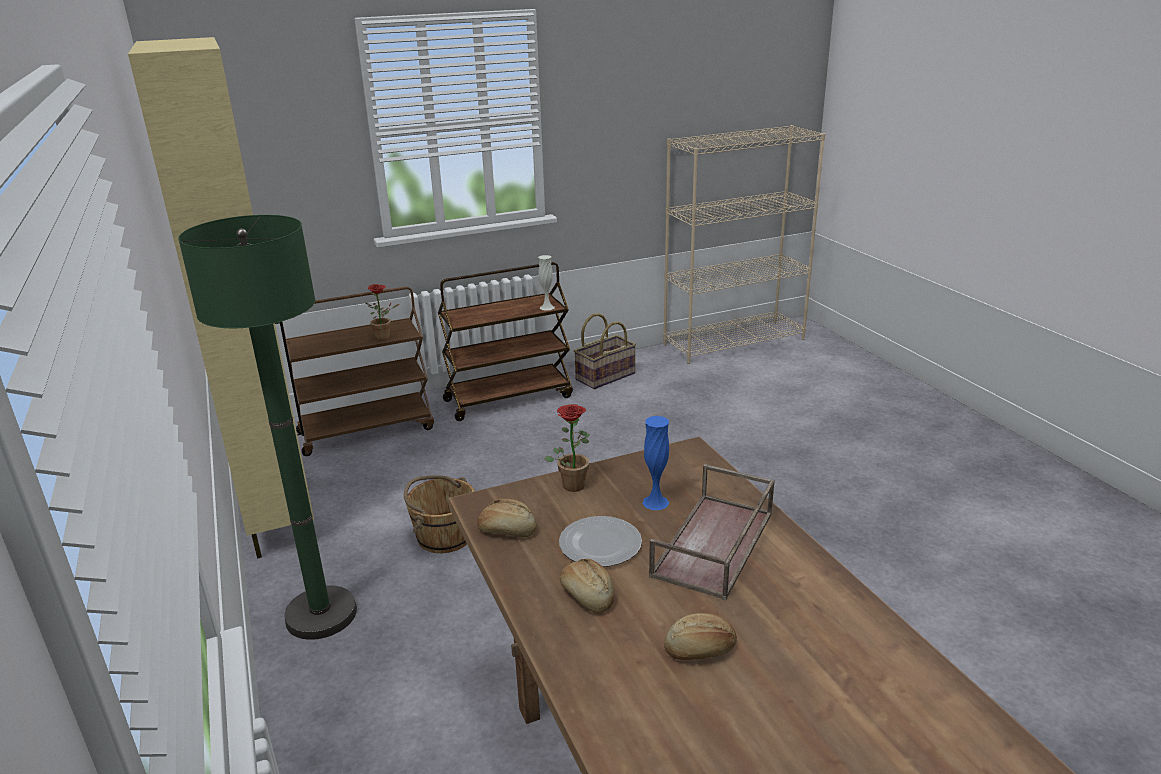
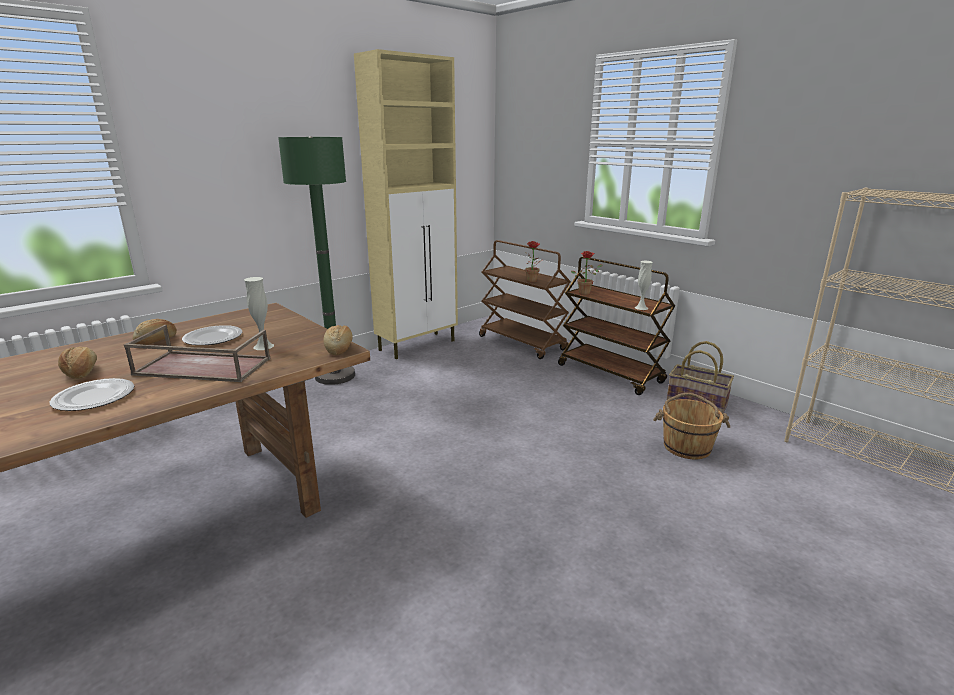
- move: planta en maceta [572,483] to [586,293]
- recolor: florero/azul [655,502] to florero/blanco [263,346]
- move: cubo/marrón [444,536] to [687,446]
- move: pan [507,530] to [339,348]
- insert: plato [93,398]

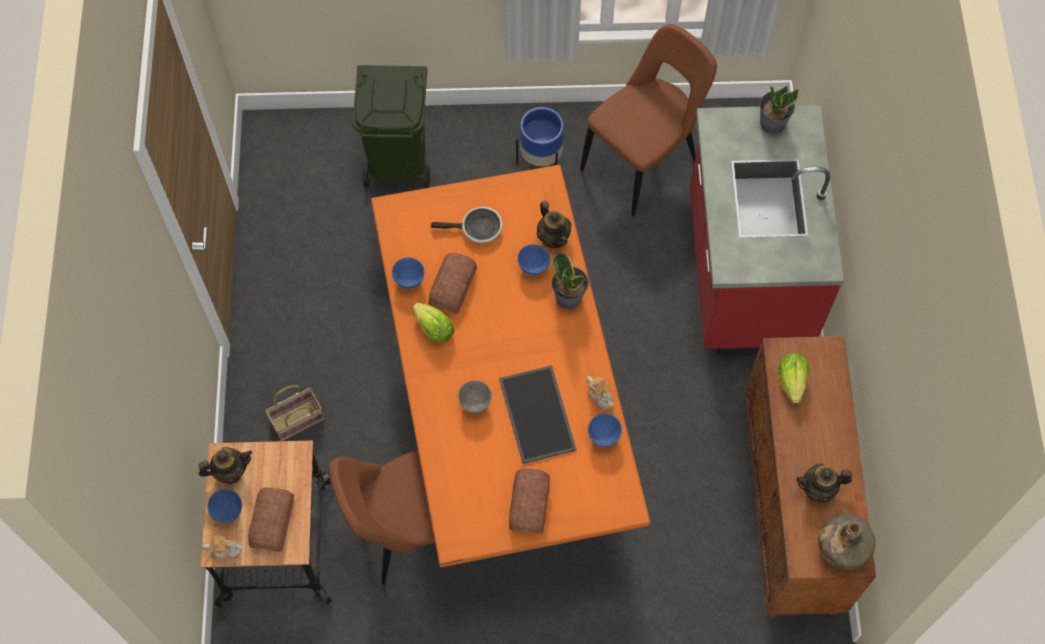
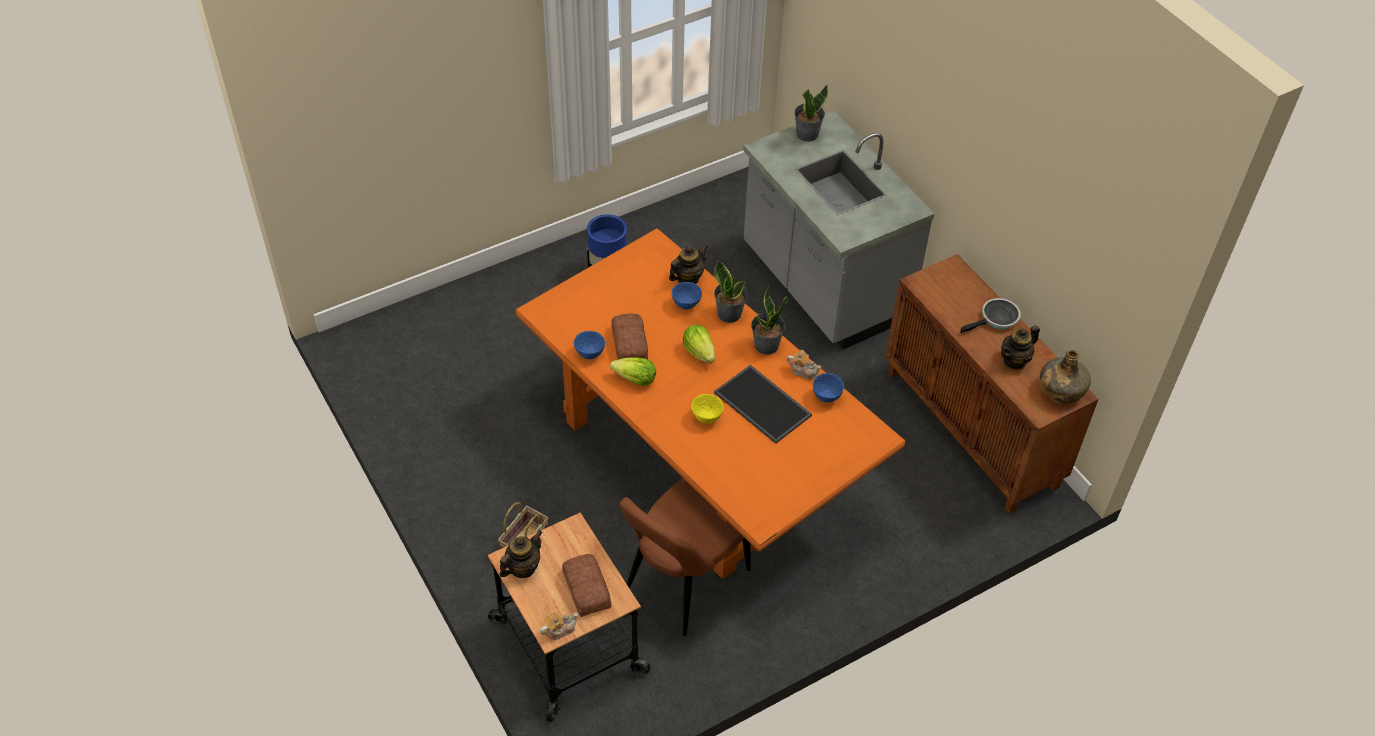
- delete: silla/marrón [643,162]
- delete: papelera/verde [400,161]
- recolor: mueble bajo de cocina/rojo [744,273] to mueble bajo de cocina/gris [823,285]
- rotate: tetera [553,237] = [687,278] 75 degrees counterclockwise
- move: sartén [478,229] to [996,319]
- move: lechuga [792,381] to [699,352]
- recolor: cuenco/gris [474,404] to cuenco/amarillo [706,418]
- delete: pan [530,503]
- delete: cuenco/azul [228,511]
- insert: planta en maceta [766,345]

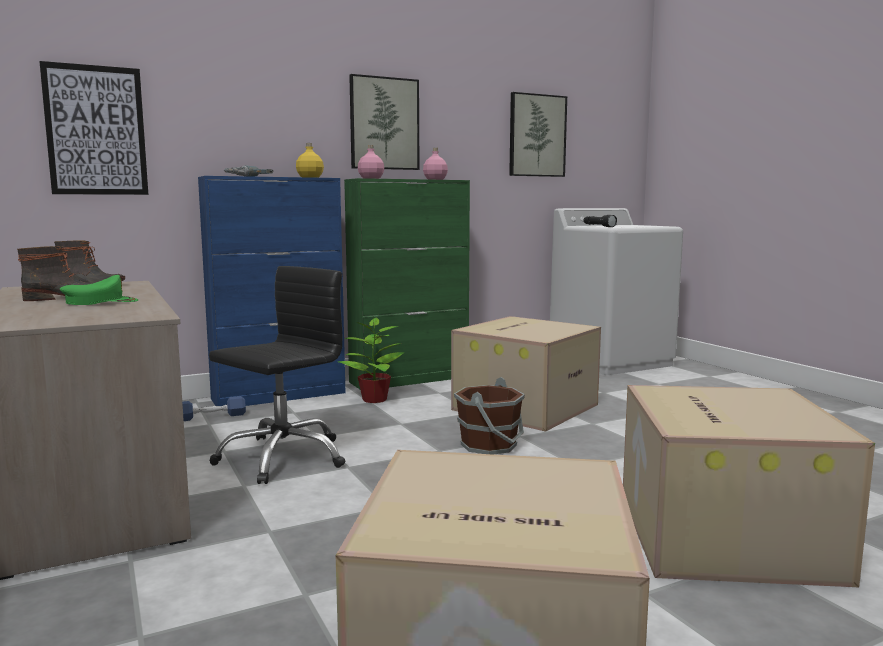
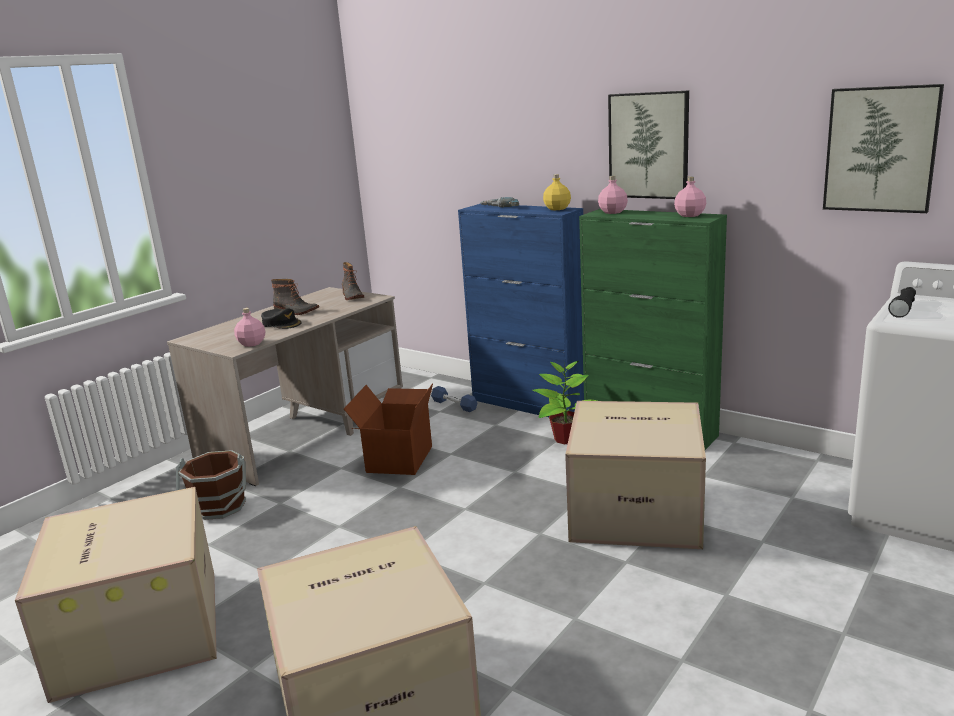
- delete: cuadro [96,131]
- replace: silla de oficina/negro [282,457] to caja de cartón [398,459]
- recolor: gorra/verde [100,302] to gorra/negro [281,323]
- move: cubo/marrón [490,445] to [220,507]
- insert: botella/rosa [251,343]

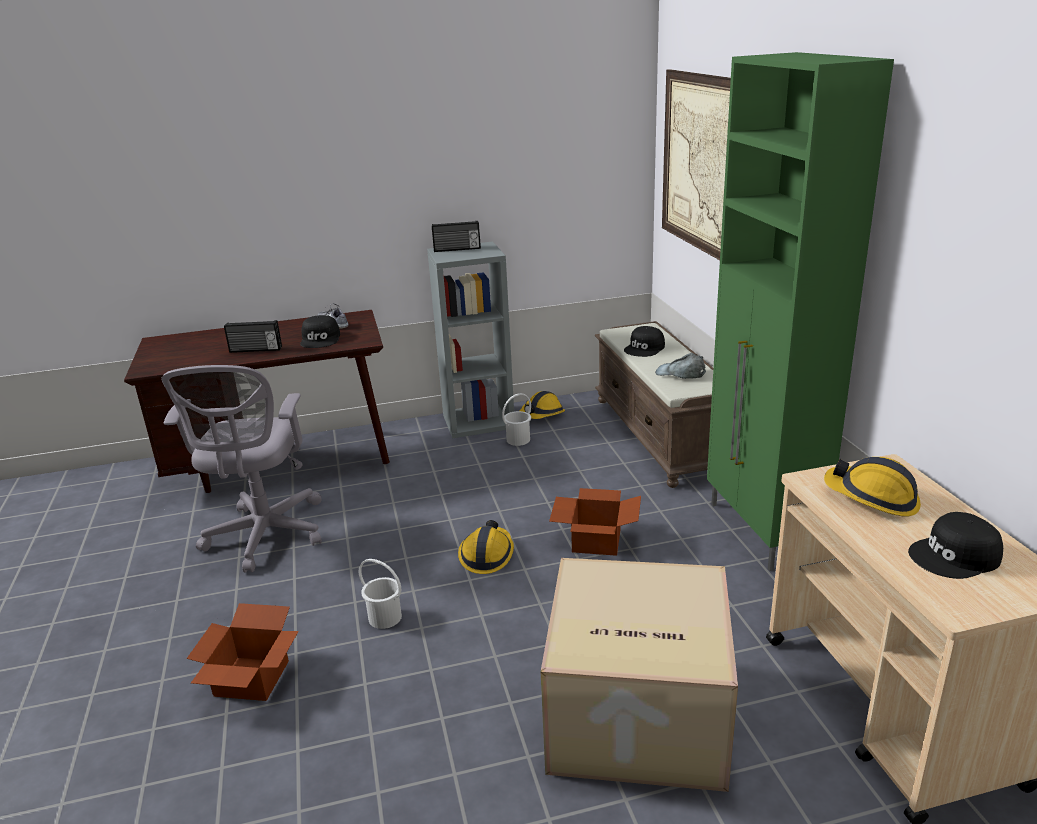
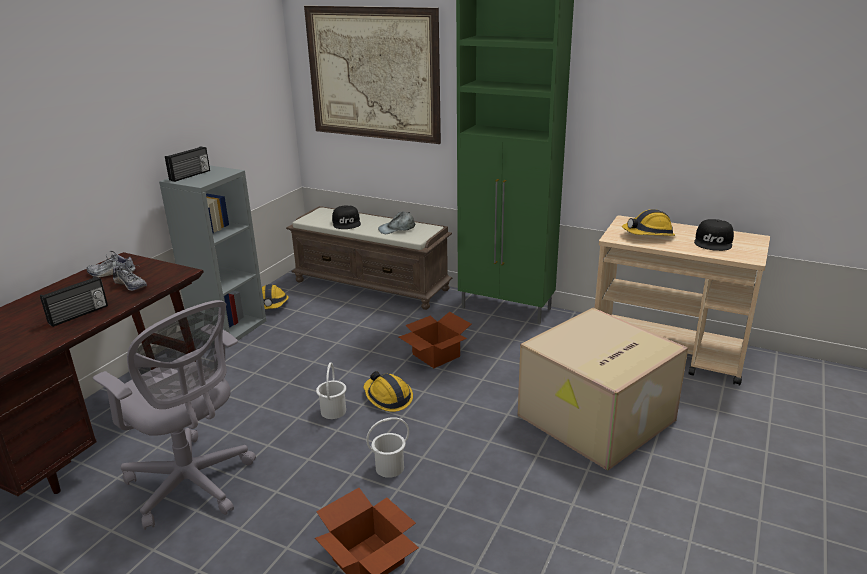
- replace: gorra/negro [321,339] to zapato [130,285]
- move: cubo/blanco [518,440] to [334,411]

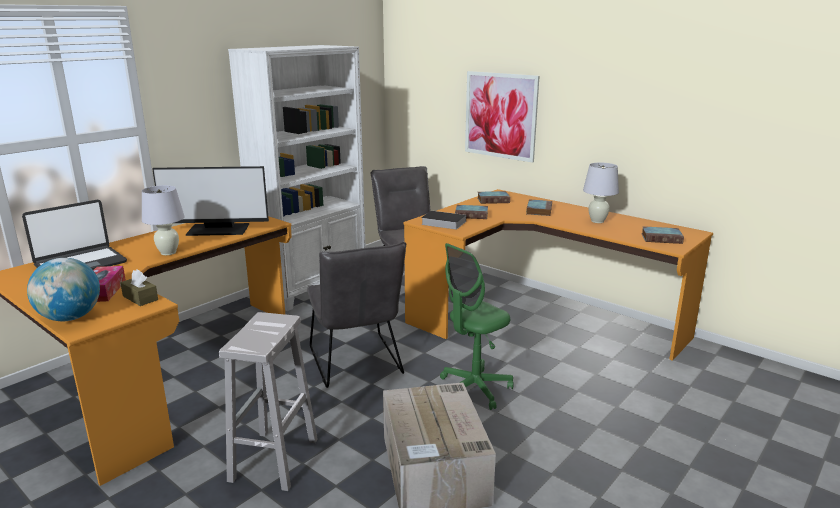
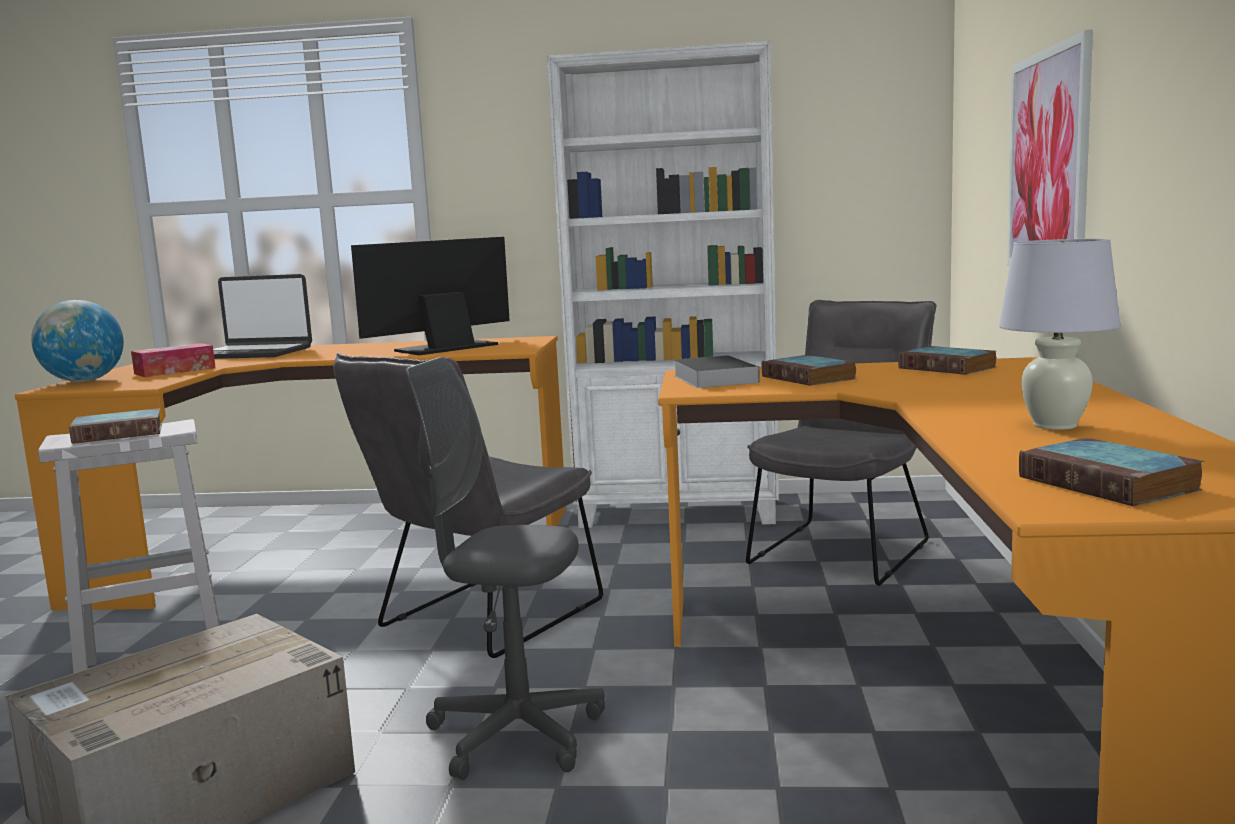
- rotate: monitor [218,230] = [445,348] 90 degrees clockwise
- delete: lámpara de mesa/blanco [168,253]
- move: libro [538,210] to [121,433]
- recolor: silla de oficina/verde [474,389] to silla de oficina/gris [515,735]
- delete: caja de pañuelos/marrón [140,298]

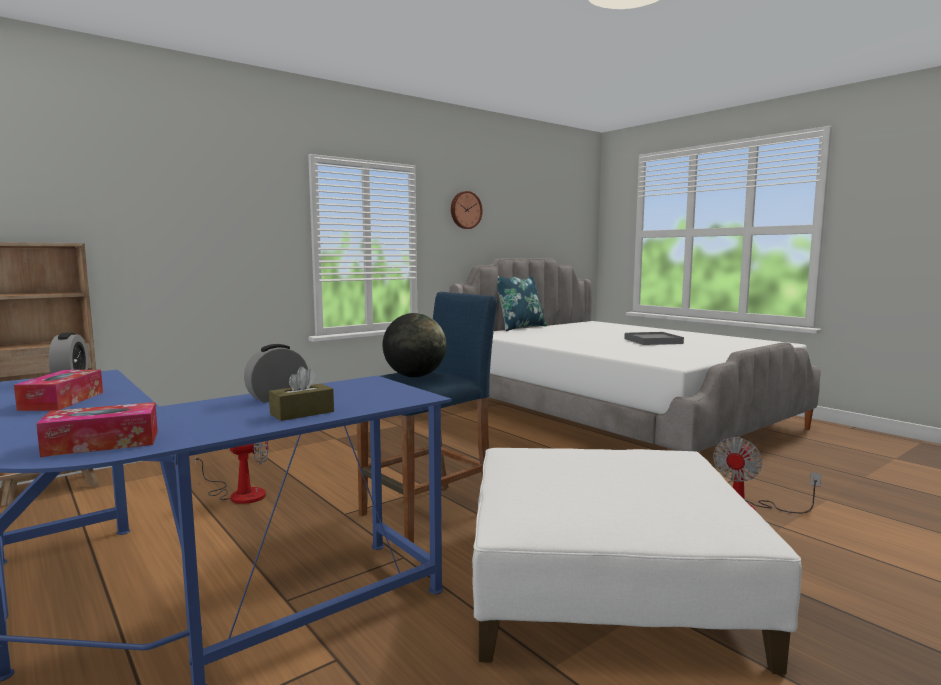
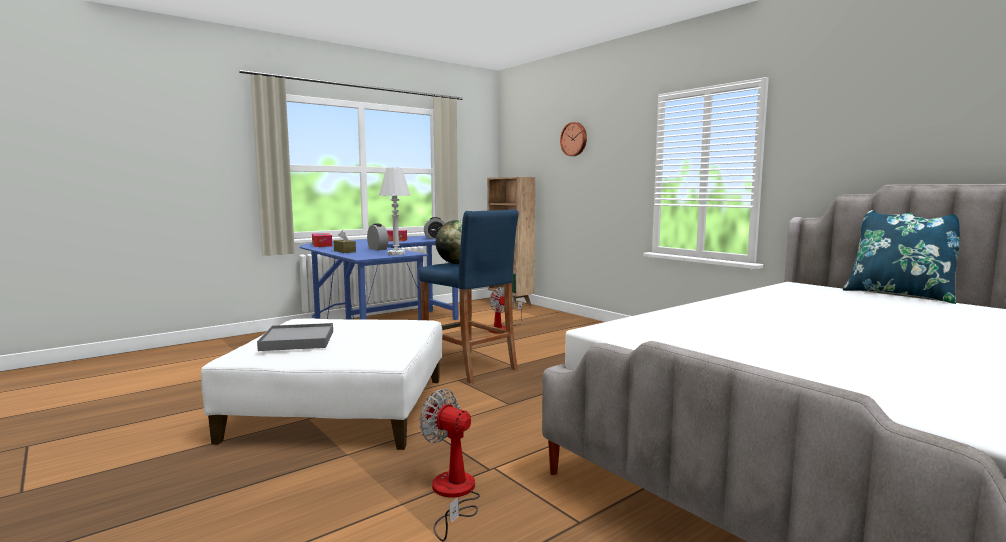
- move: reloj de pared [465,210] to [574,139]
- move: bandeja/gris [653,341] to [297,340]
- insert: lámpara de mesa/blanco [396,254]

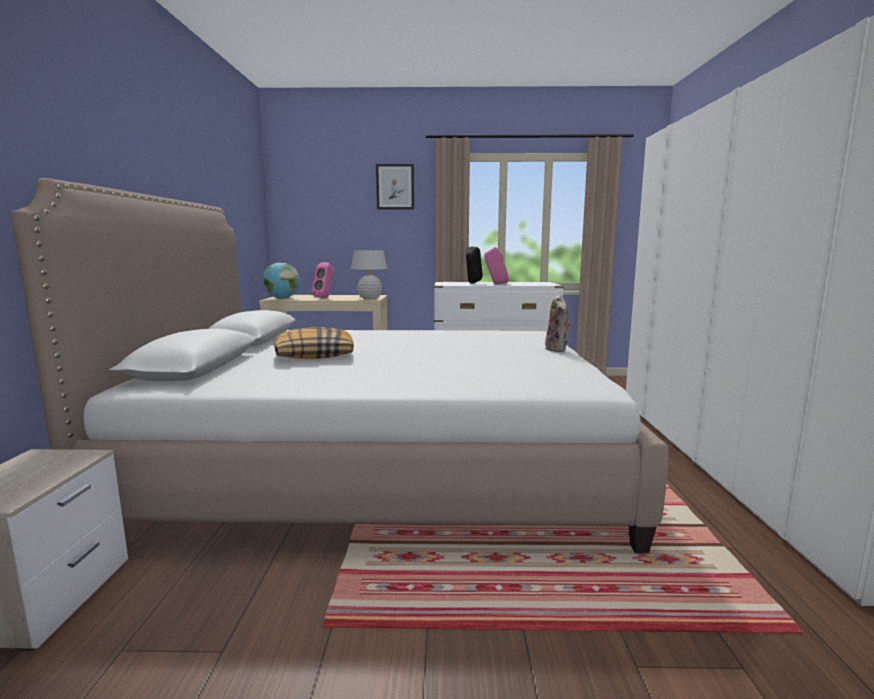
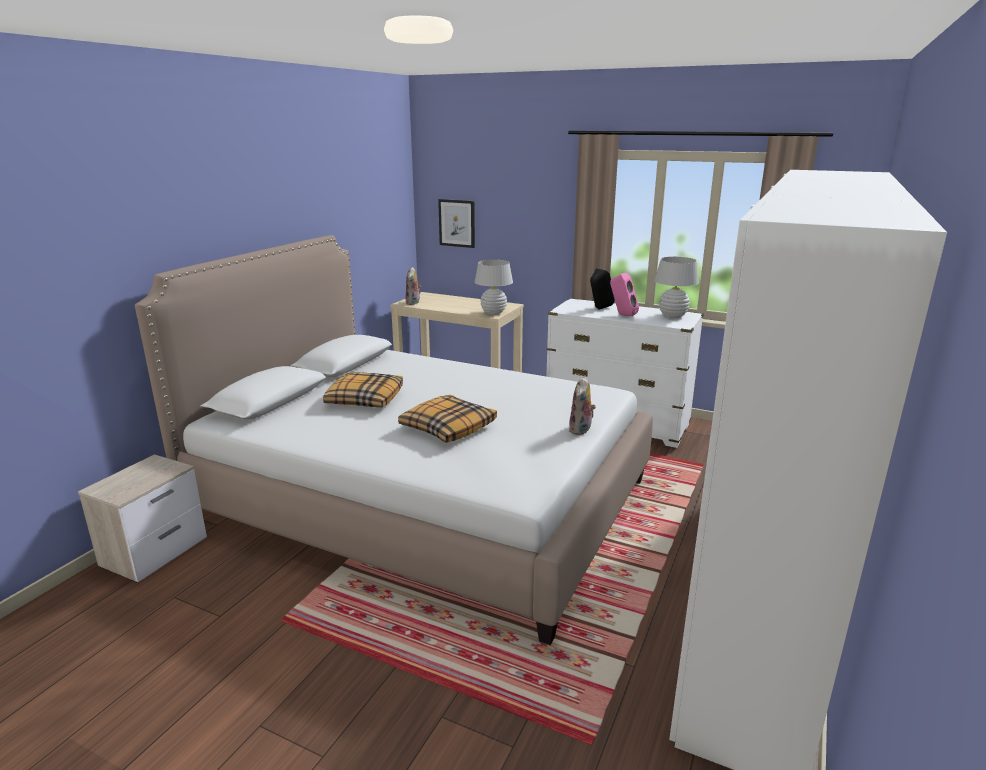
- move: cuadro [395,187] to [457,223]
- delete: altavoz/rosa [325,298]
- replace: globo terráqueo [282,298] to peluche [413,303]
- insert: lámpara de mesa/blanco [672,316]
- insert: cojín [448,428]

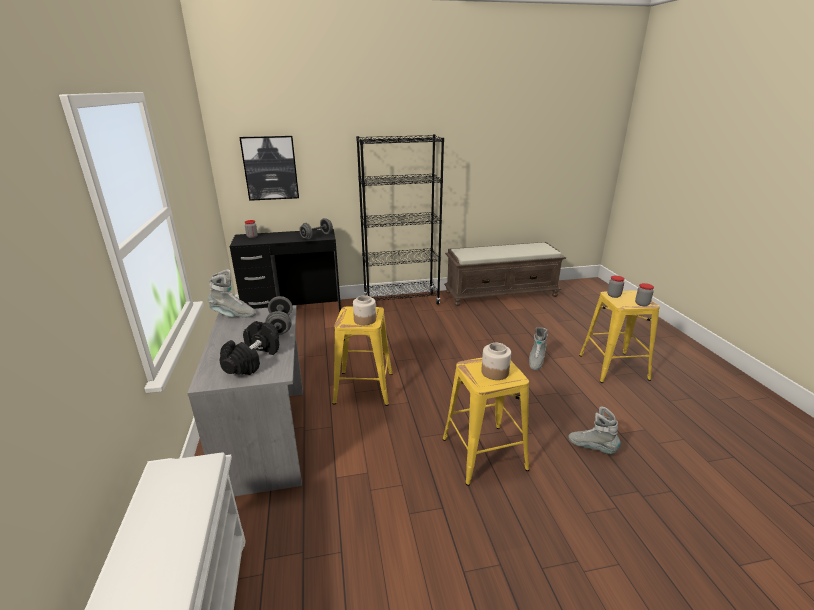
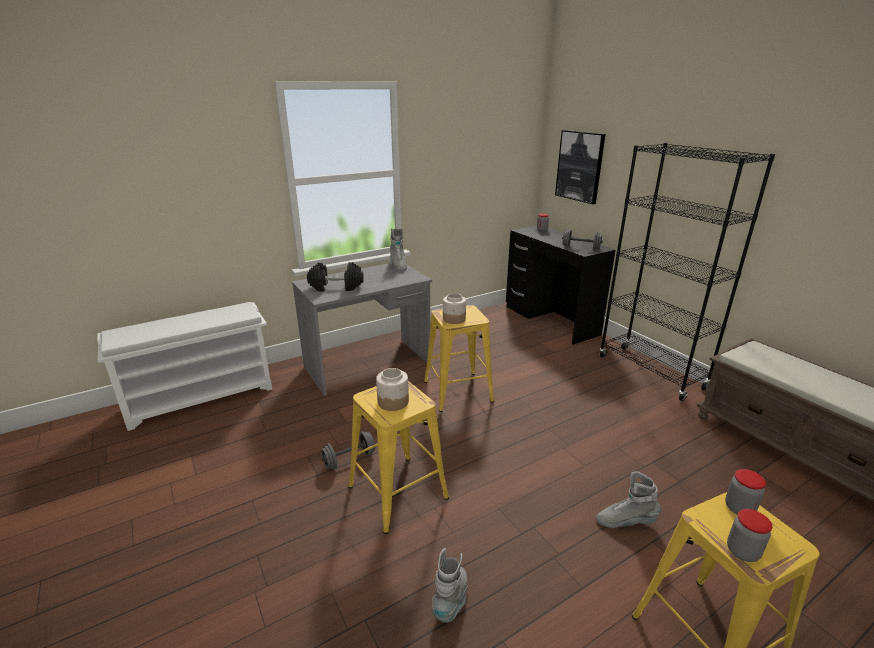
- move: mancuerna/gris [280,325] to [349,459]

